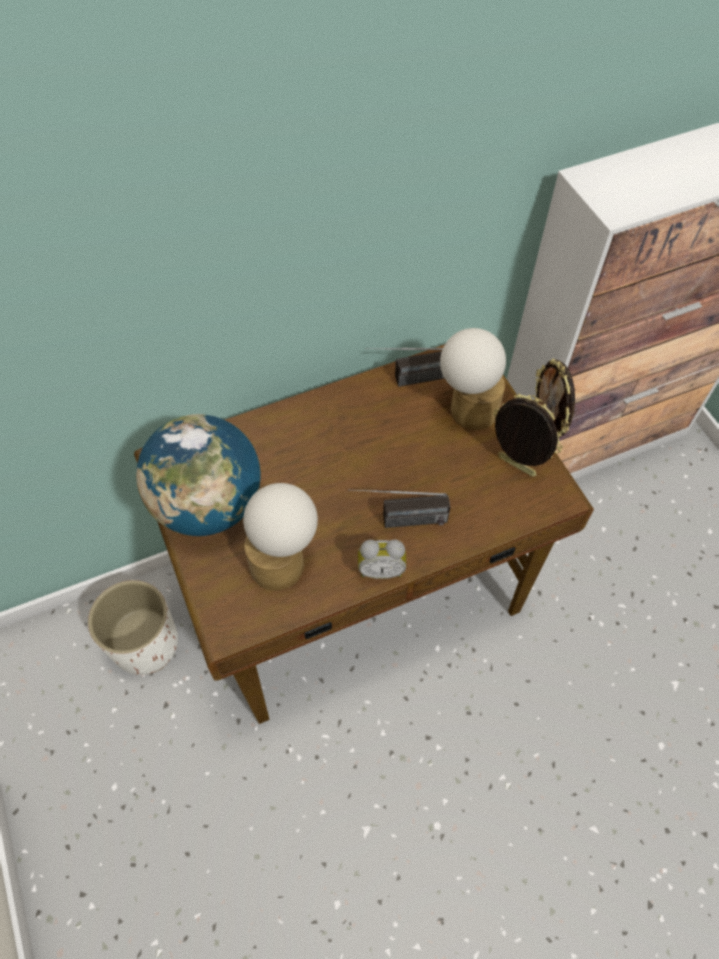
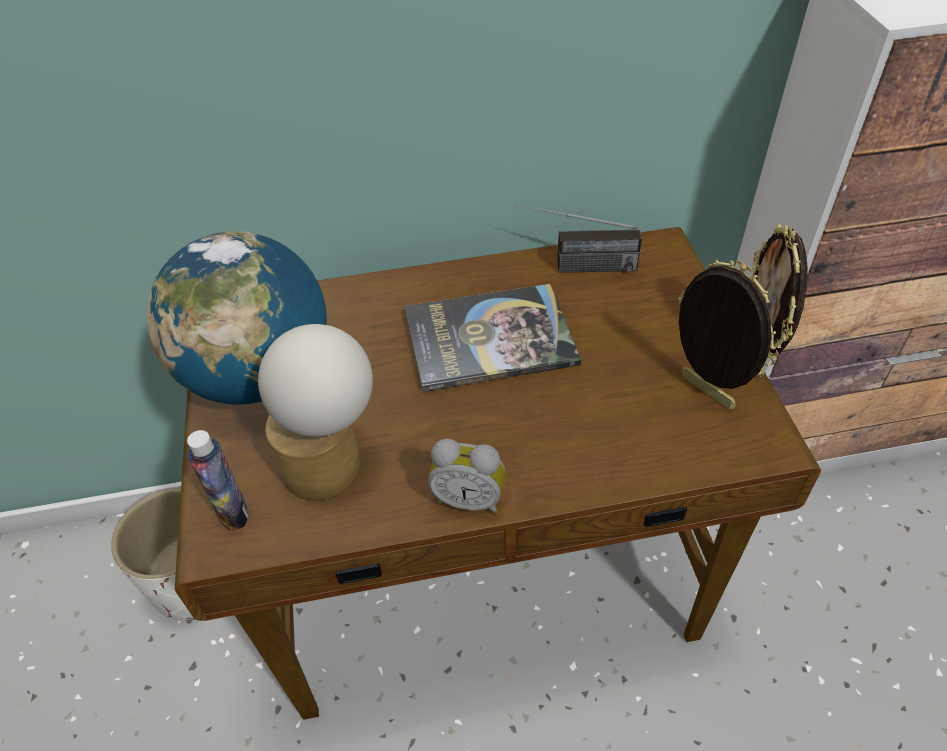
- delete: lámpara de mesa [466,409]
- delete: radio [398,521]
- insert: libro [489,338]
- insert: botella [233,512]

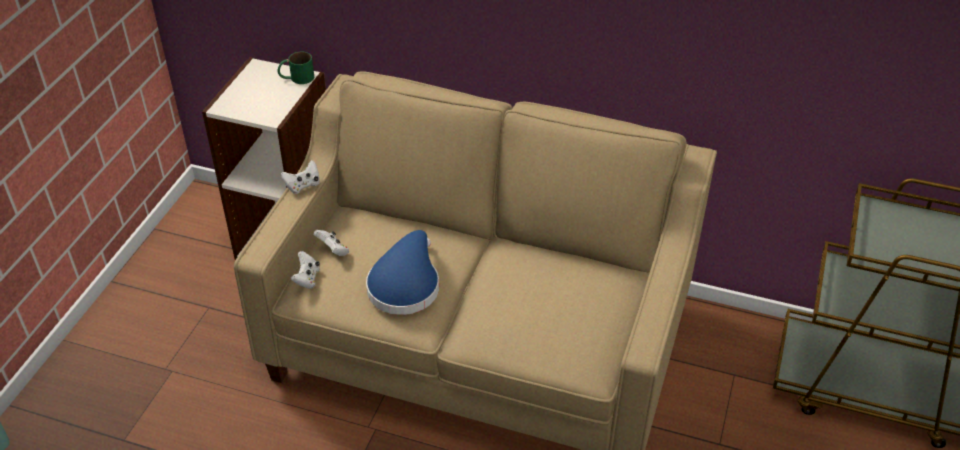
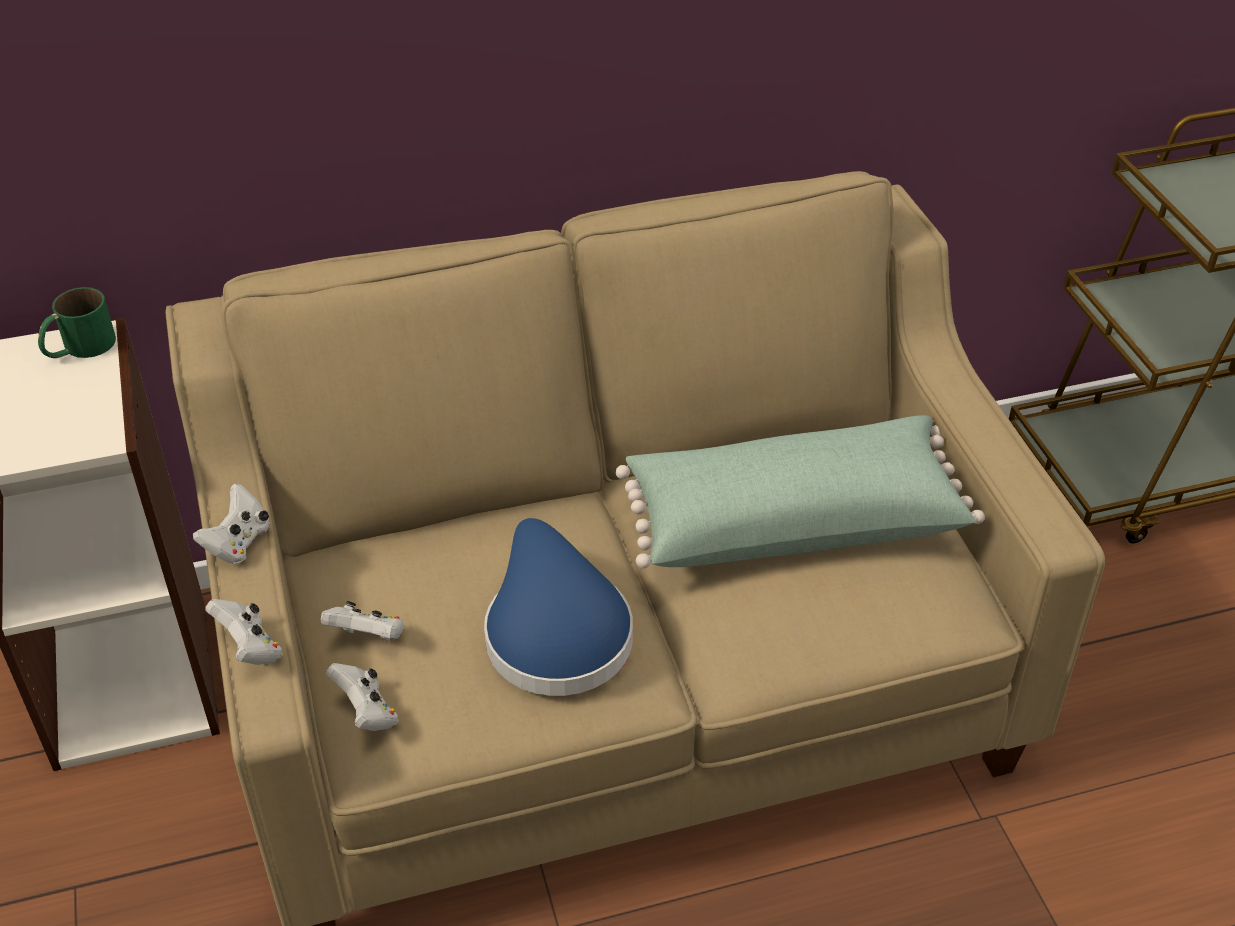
- insert: cojín/verde [792,520]
- insert: mando de consola/blanco [250,648]

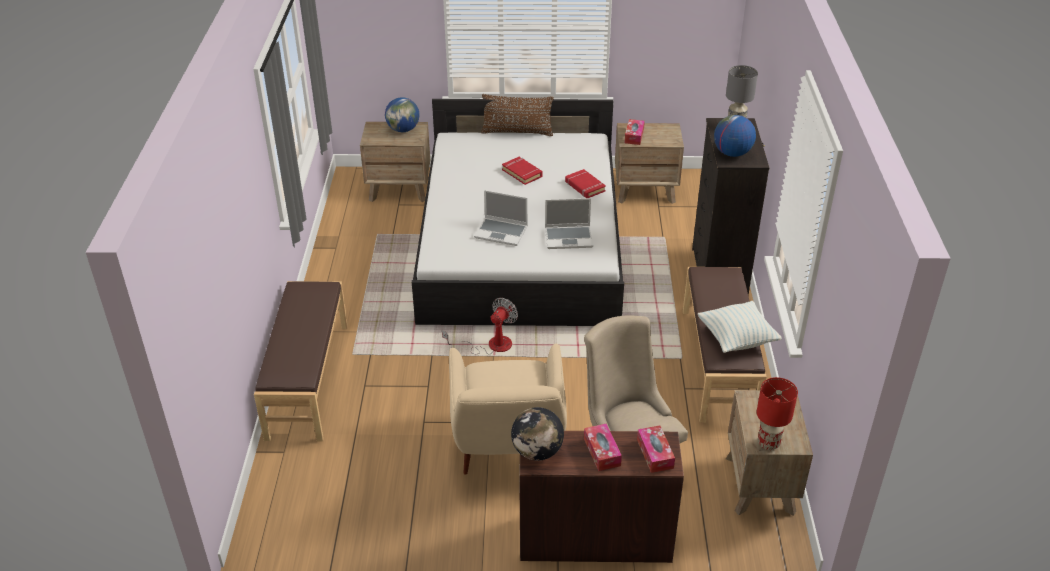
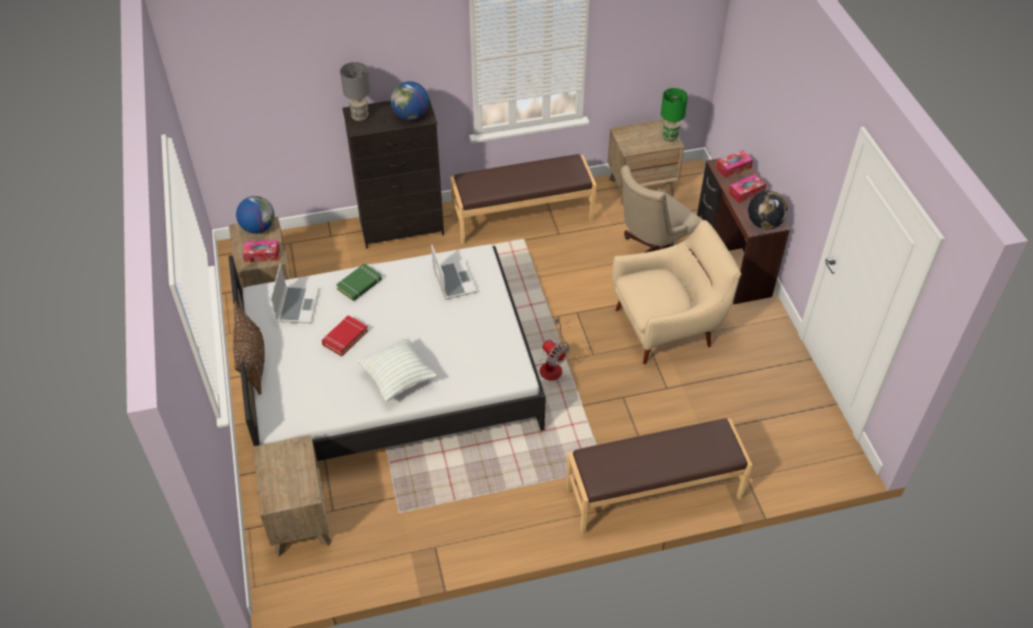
- move: globo terráqueo [403,129] to [258,228]
- recolor: libro/rojo [584,186] to libro/verde [359,284]
- move: portátil [502,232] to [297,305]
- rotate: ventilador [491,345] = [552,365] 150 degrees counterclockwise
- move: cojín [736,339] to [398,378]
- recolor: lámpara de mesa/rojo [768,444] to lámpara de mesa/verde [670,137]

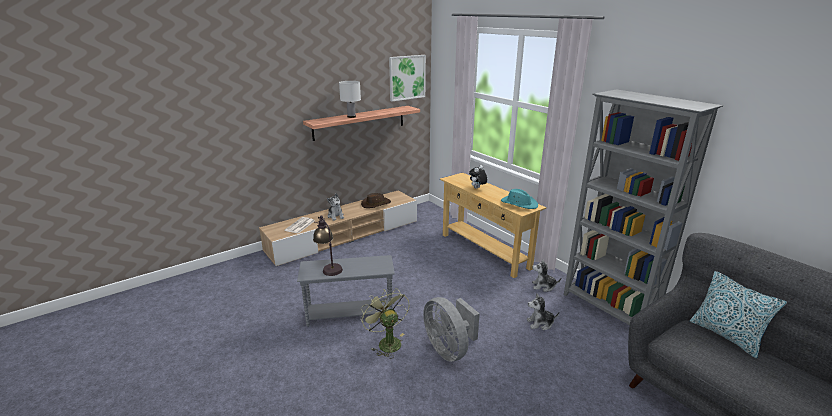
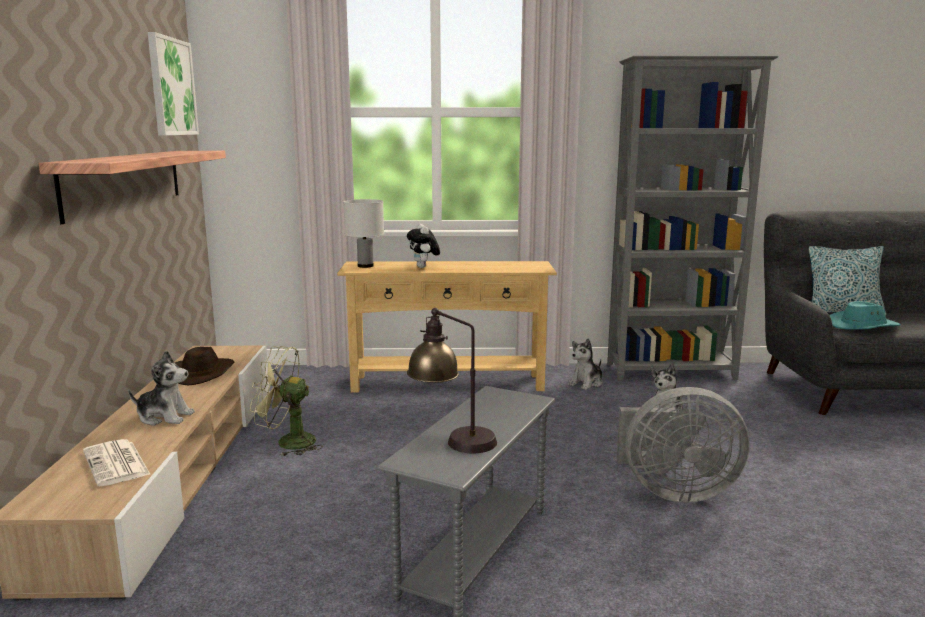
- move: lámpara de mesa/blanco [351,116] to [365,266]
- move: sombrero/turquesa [519,203] to [863,326]
- move: ventilador/verde [386,342] to [287,442]

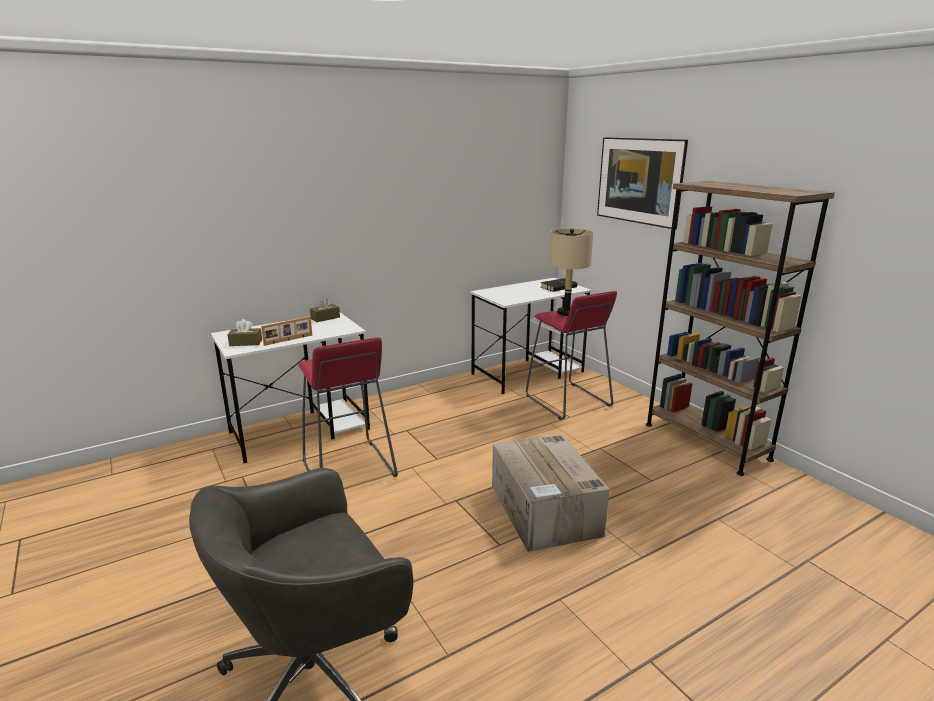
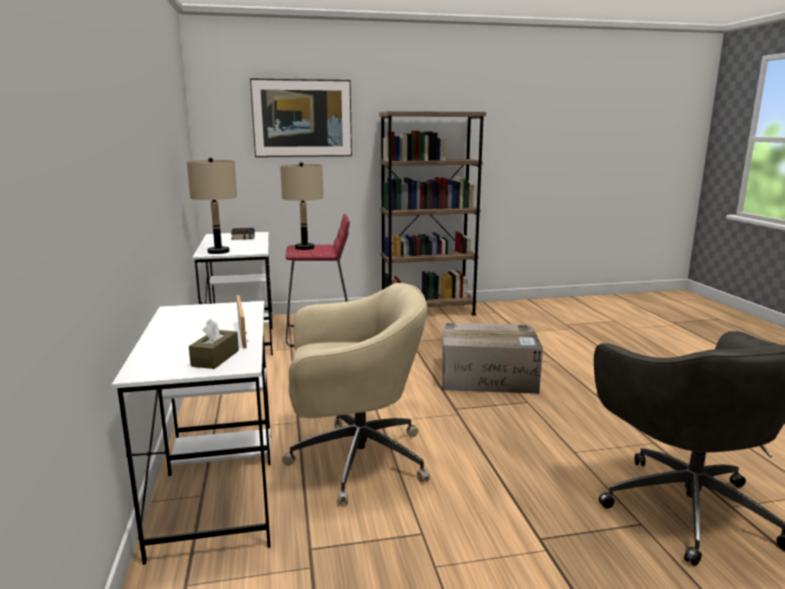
- delete: caja de pañuelos/marrón [325,318]
- replace: taburete/rojo [347,468] to silla de oficina/beis [355,459]
- insert: lámpara de mesa/beis [218,251]

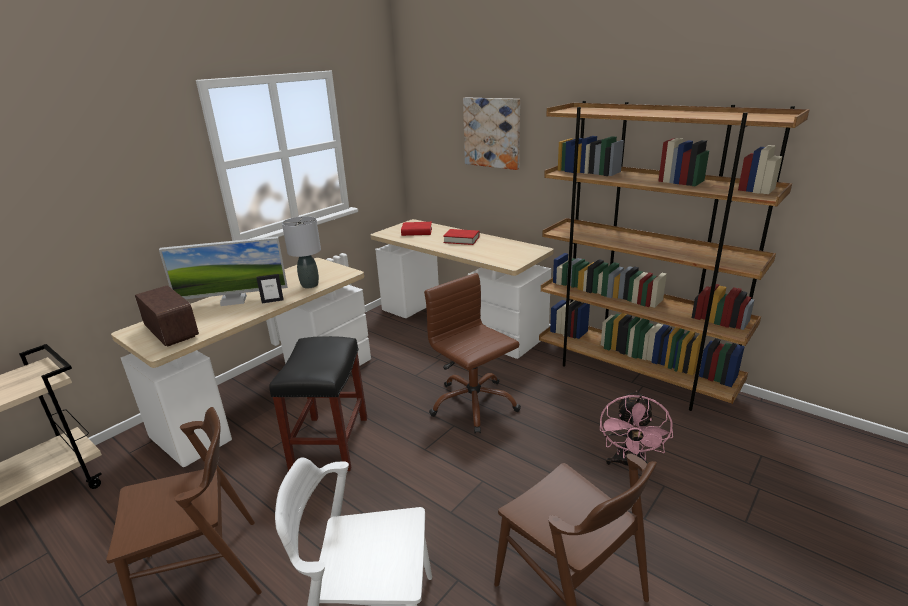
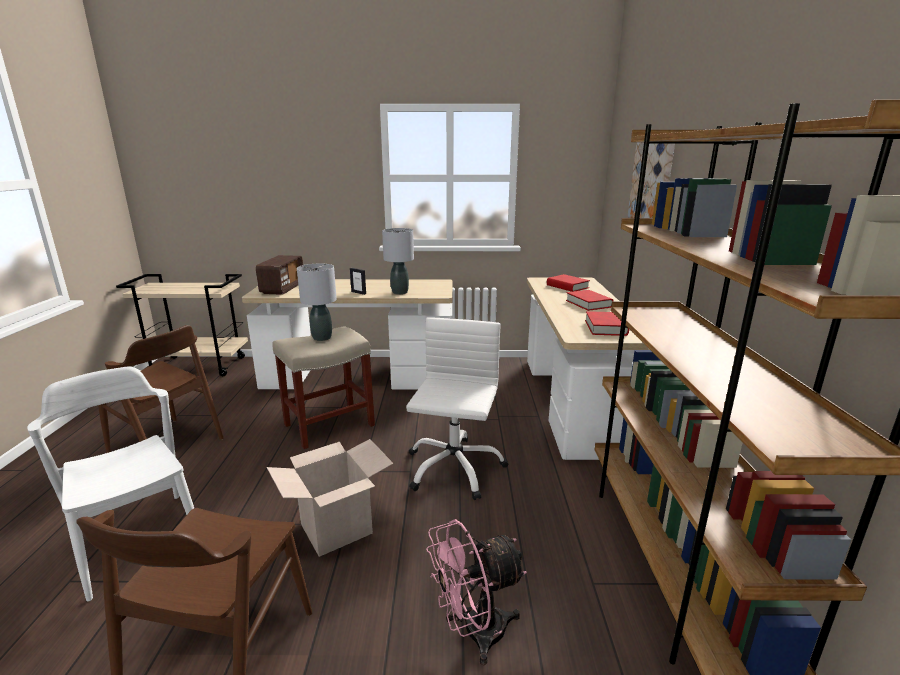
- delete: monitor [233,300]
- recolor: silla de oficina/marrón [473,404] to silla de oficina/blanco [454,468]
- recolor: taburete/negro [330,443] to taburete/beis [328,425]
- insert: lámpara de mesa/gris [322,338]
- insert: libro/rojo [605,328]
- insert: caja de cartón [336,528]

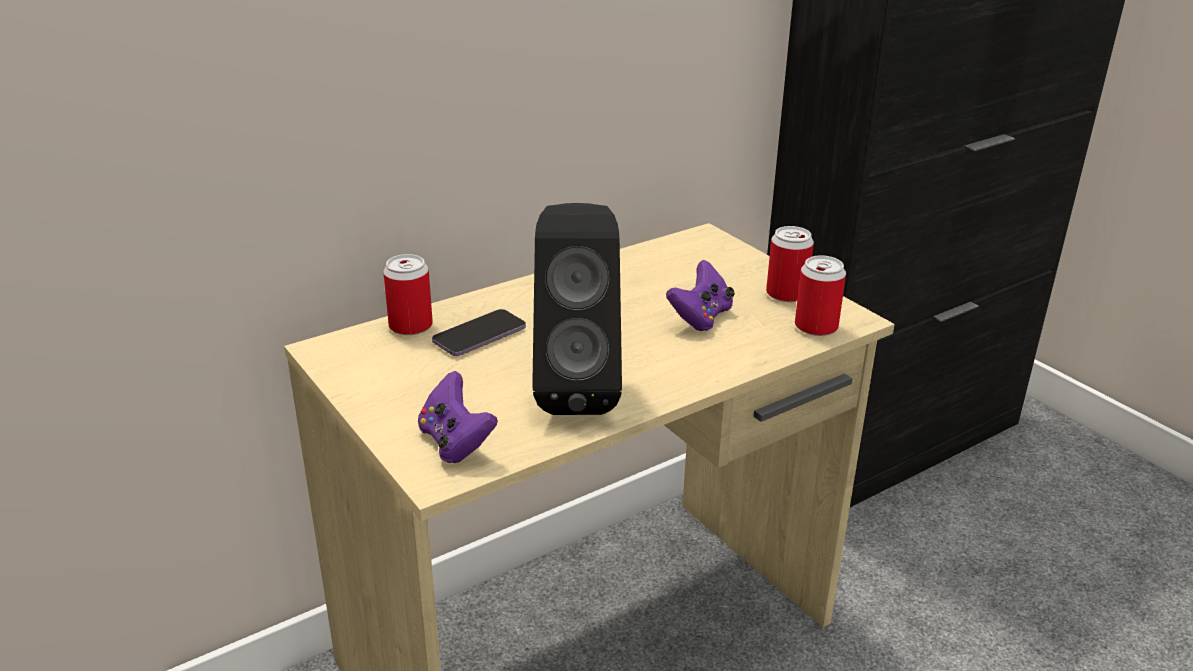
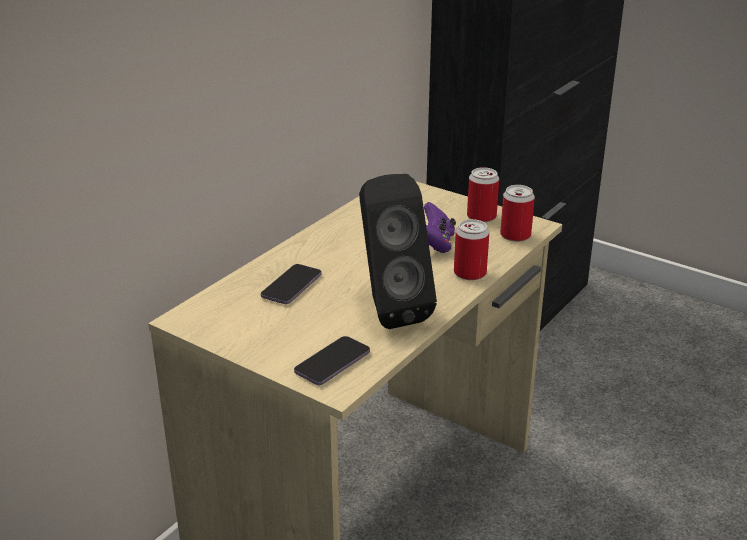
- move: lata [410,326] to [470,273]
- replace: mando de consola/morado [455,442] to móvil [332,363]

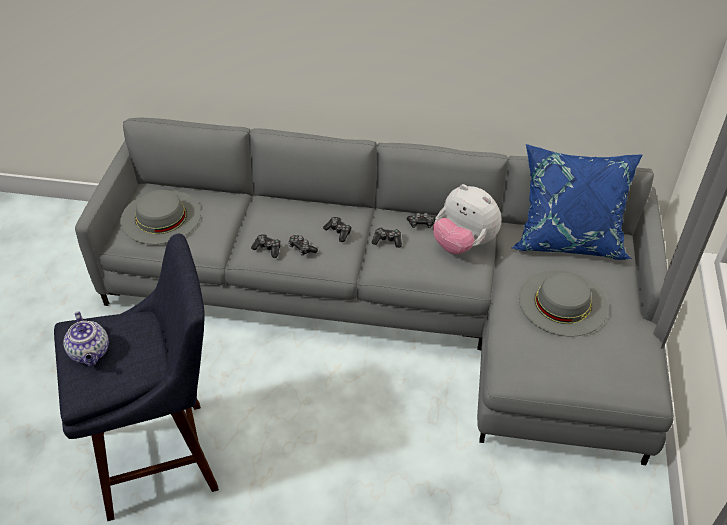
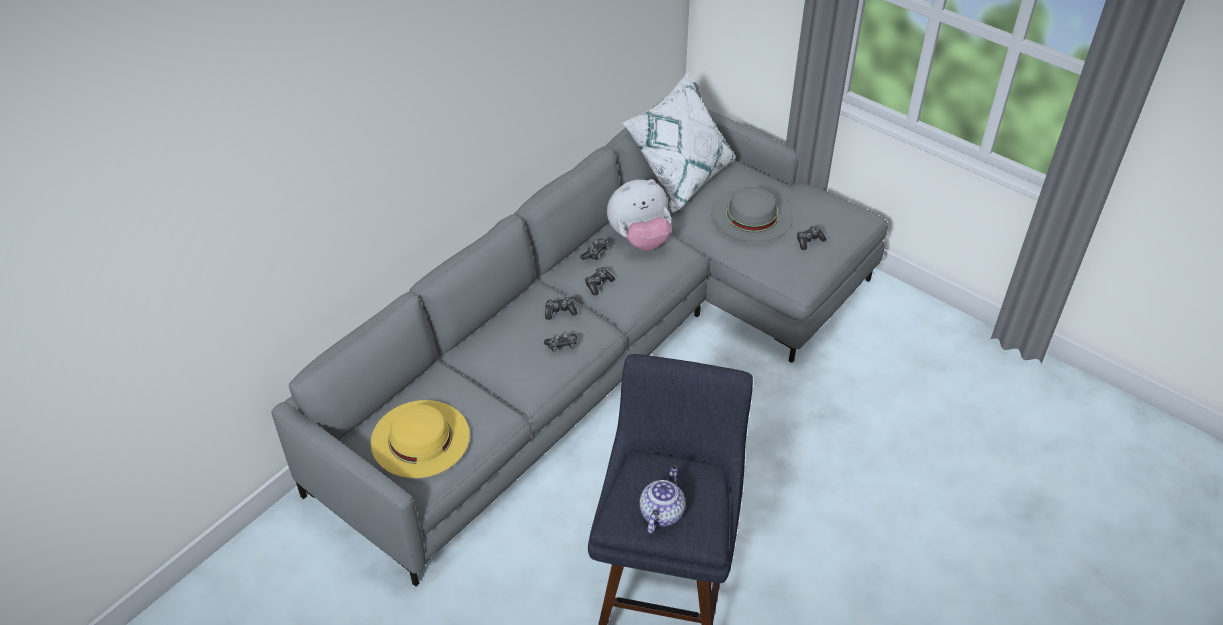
- recolor: cojín/azul [569,237] to cojín/blanco [681,176]
- recolor: sombrero/gris [161,216] to sombrero/amarillo [420,438]
- move: mando de consola [267,249] to [809,241]
- rotate: tetera [91,353] = [661,512] 75 degrees counterclockwise

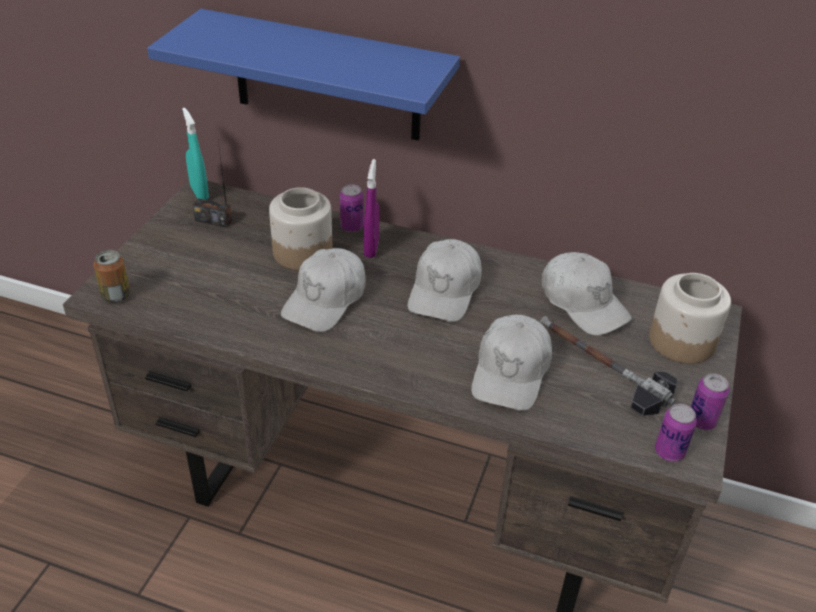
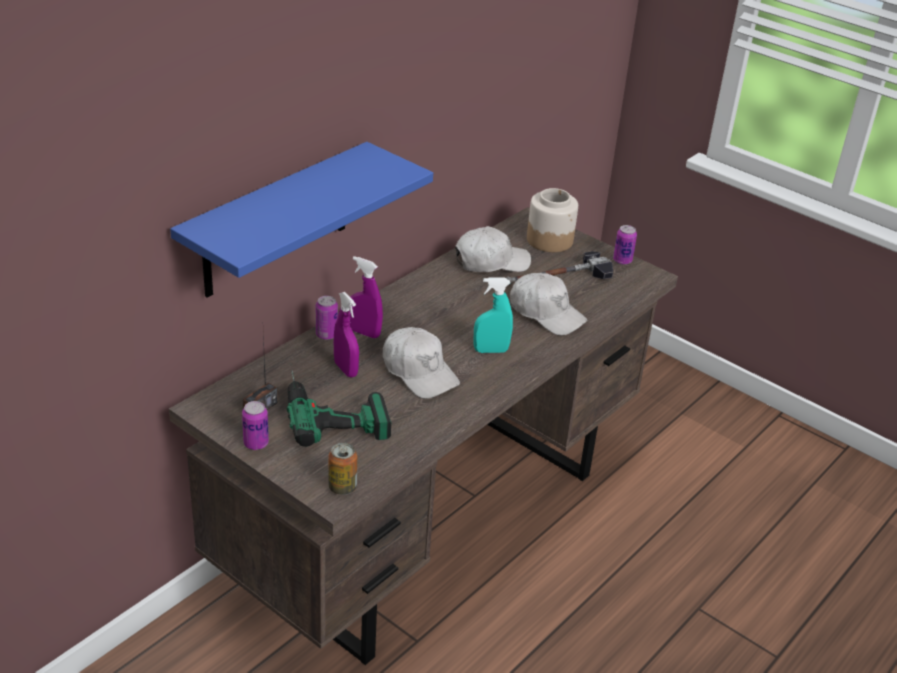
- move: pulverizador/turquesa [199,193] to [490,350]
- replace: tarro [301,252] to pulverizador/morado [346,369]
- delete: gorra/blanco [445,291]
- move: lata [669,452] to [256,443]
- insert: taladro [333,409]

